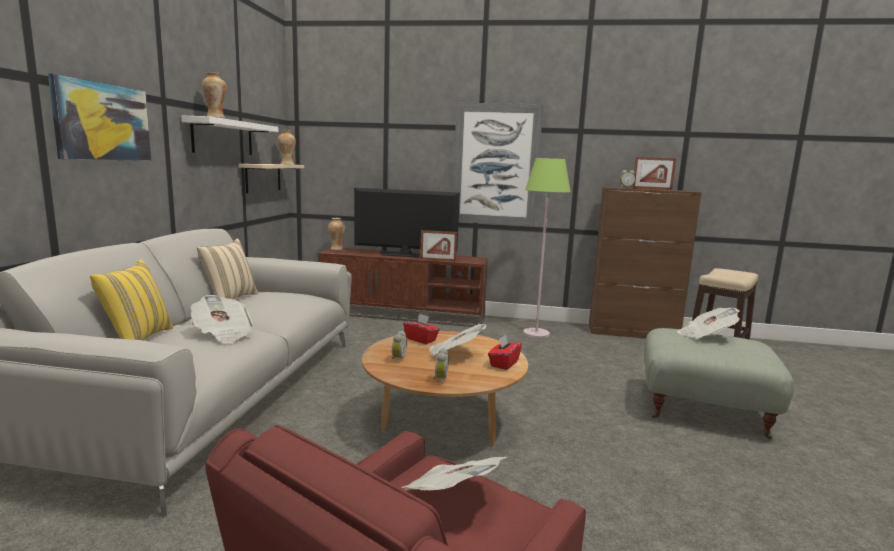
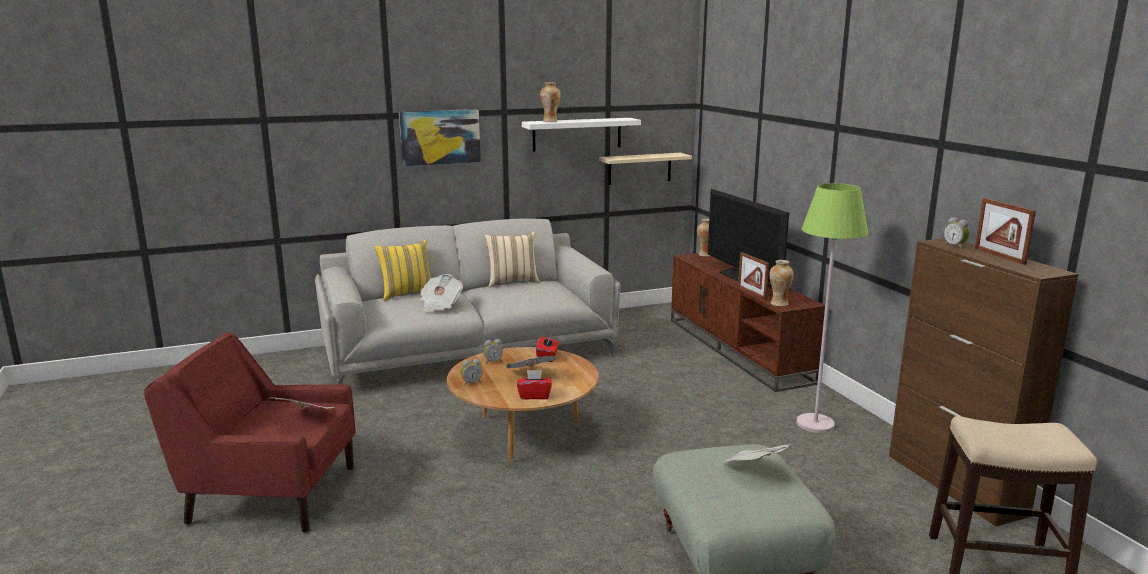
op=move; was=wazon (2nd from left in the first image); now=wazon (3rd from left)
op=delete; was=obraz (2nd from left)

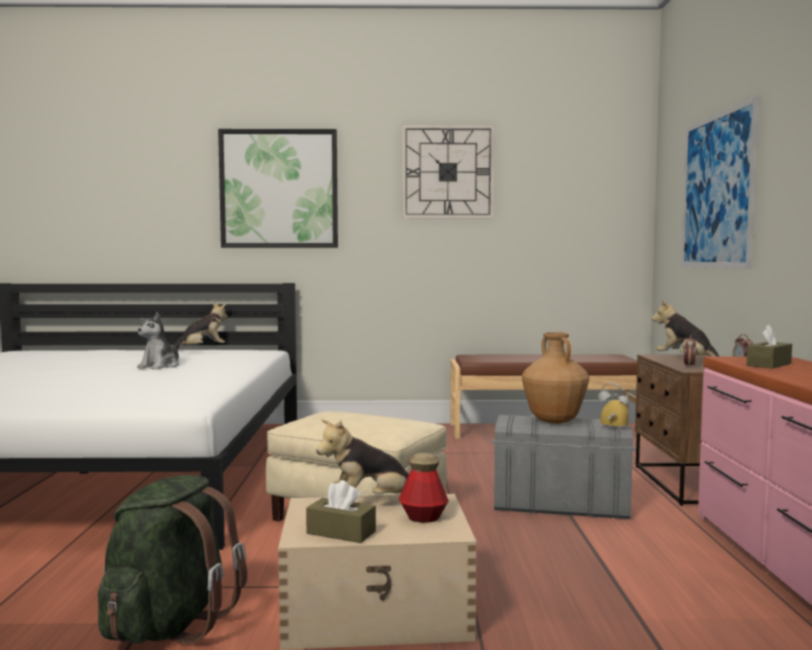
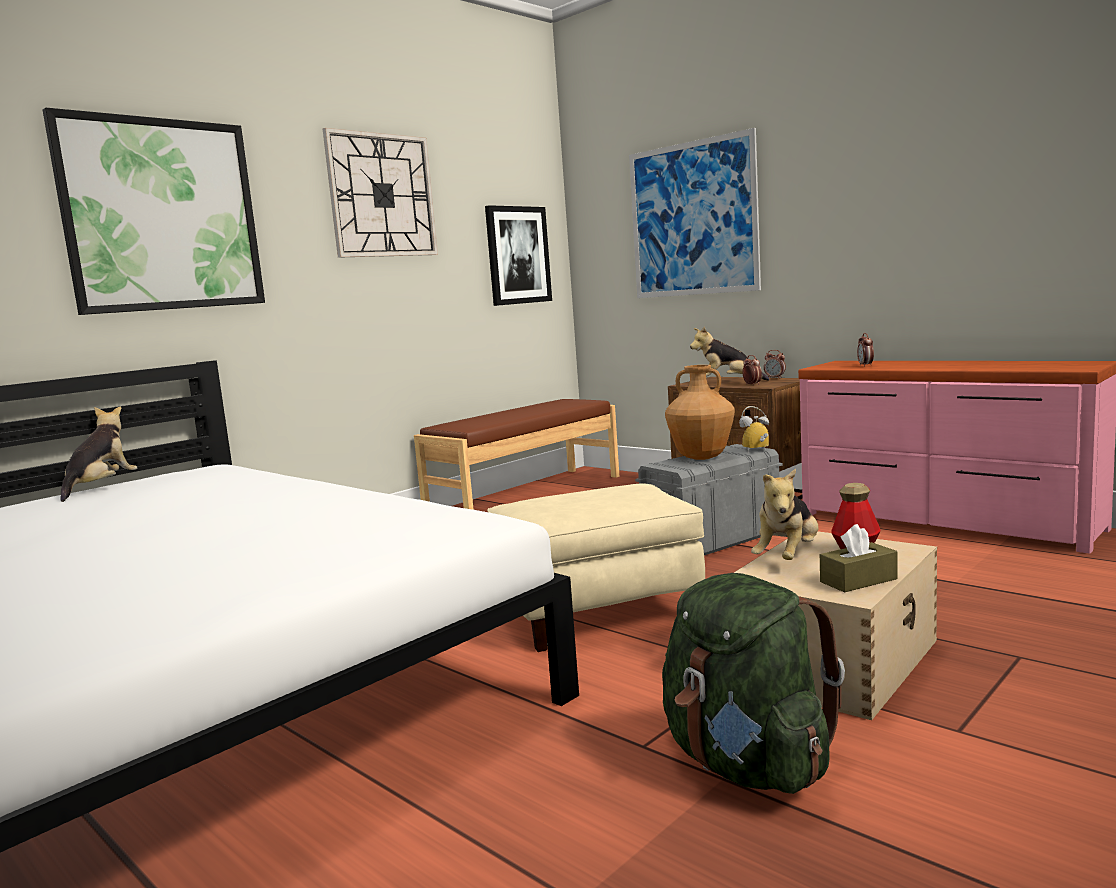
op=insert; now=obraz (2nd from left)
op=replace; was=pudełko chusteczek (brązowy) (2nd from left); now=budzik (4th from left)
op=delete; was=pluszak (1st from left)

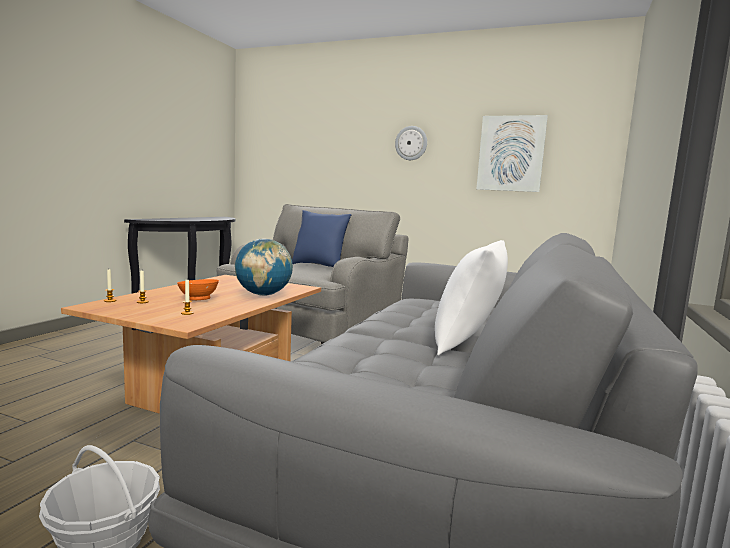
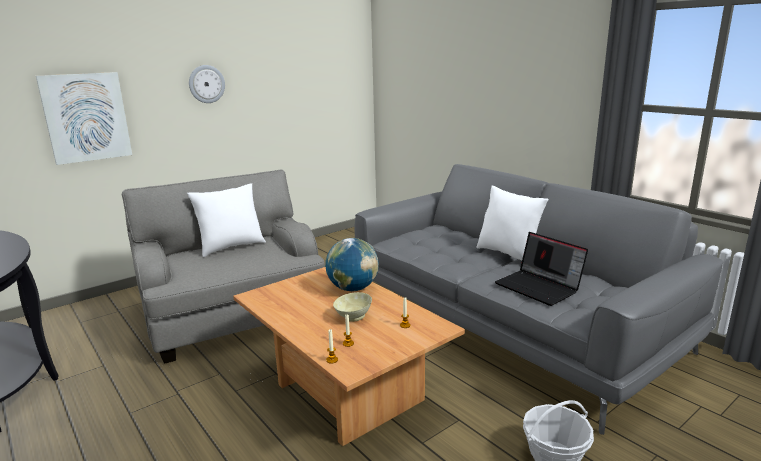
op=move; was=obraz
op=recolor; was=poduszka (niebieski); now=poduszka (biały) (1st from left)
op=recolor; was=miska (pomarańczowy); now=miska (beżowy)
op=insert; now=laptop

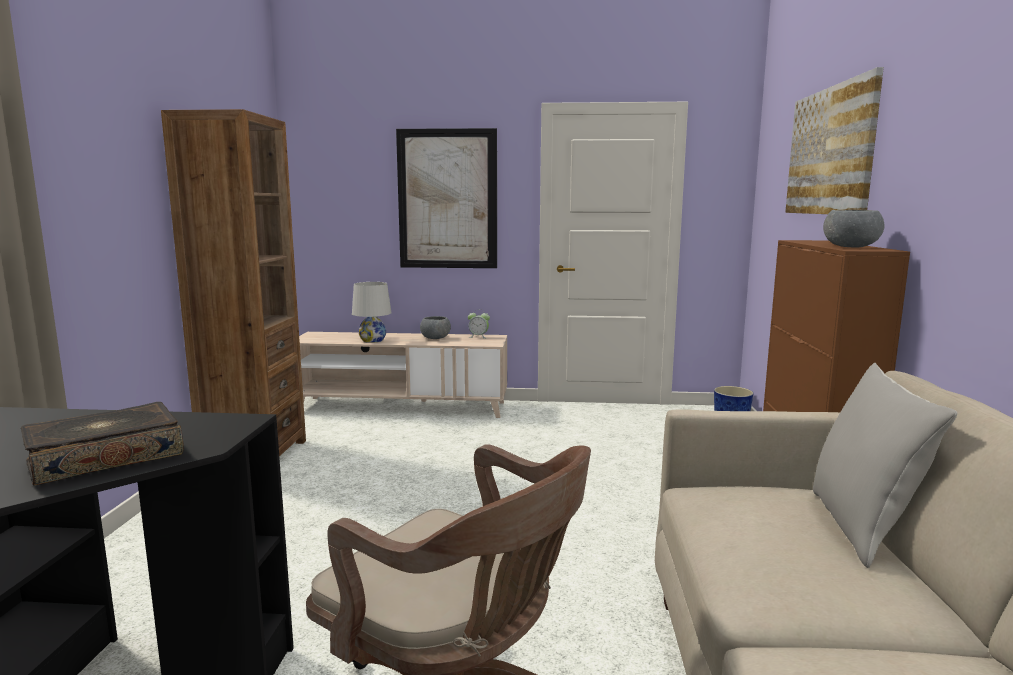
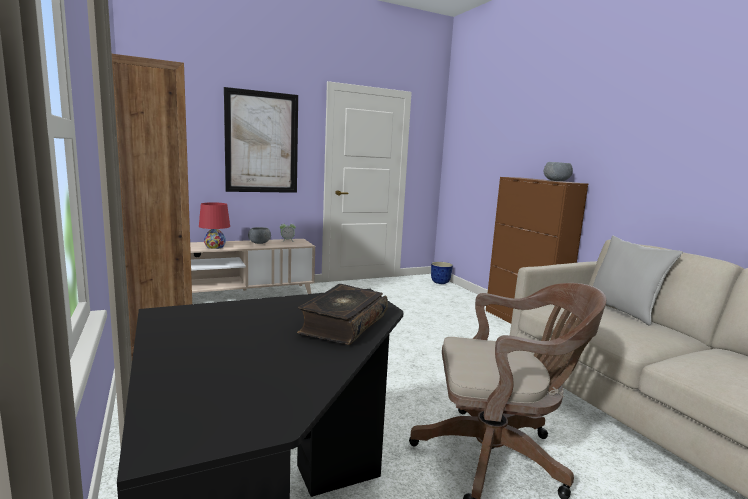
op=recolor; was=lampa stołowa (biały); now=lampa stołowa (czerwony)
op=delete; was=obraz (2nd from left)

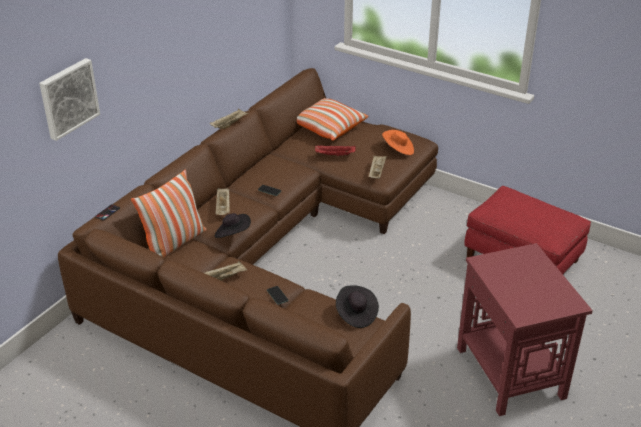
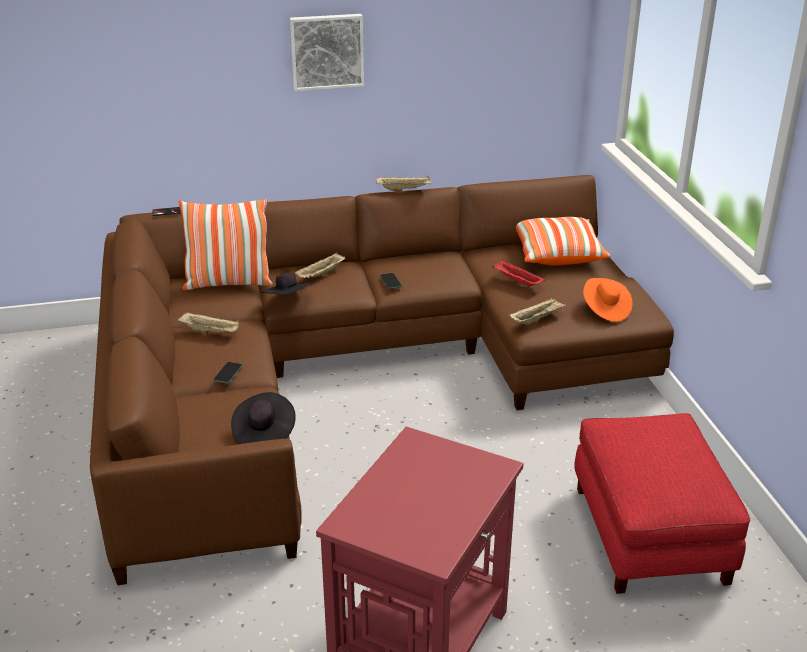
op=move; was=obraz

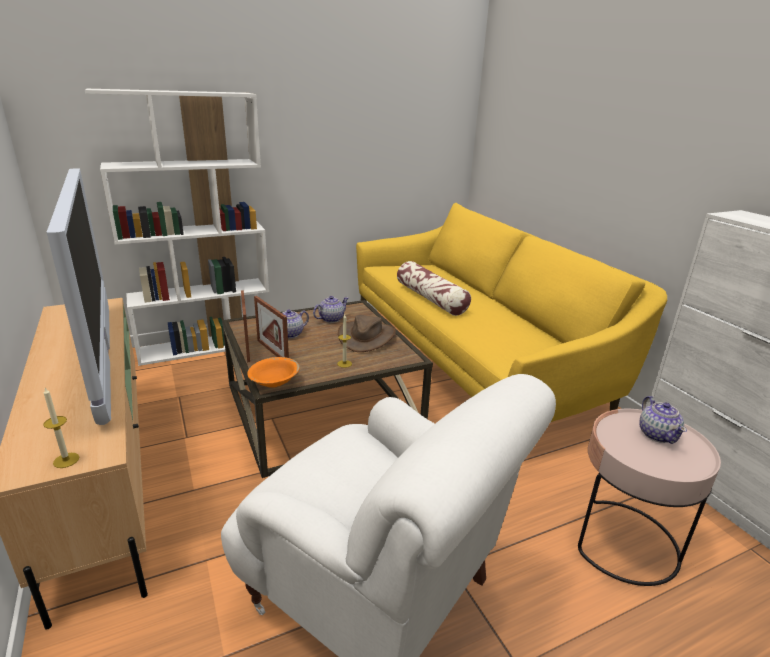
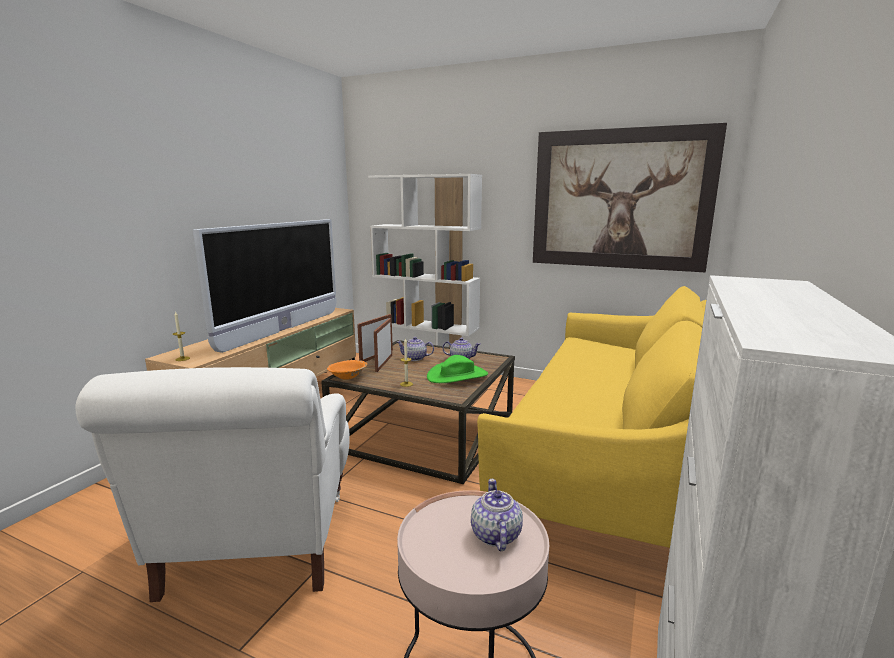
op=recolor; was=kapelusz (brązowy); now=kapelusz (zielony)
op=rotate; was=imbryk (3rd from left); clockwise=135
op=insert; now=obraz
op=delete; was=poduszka

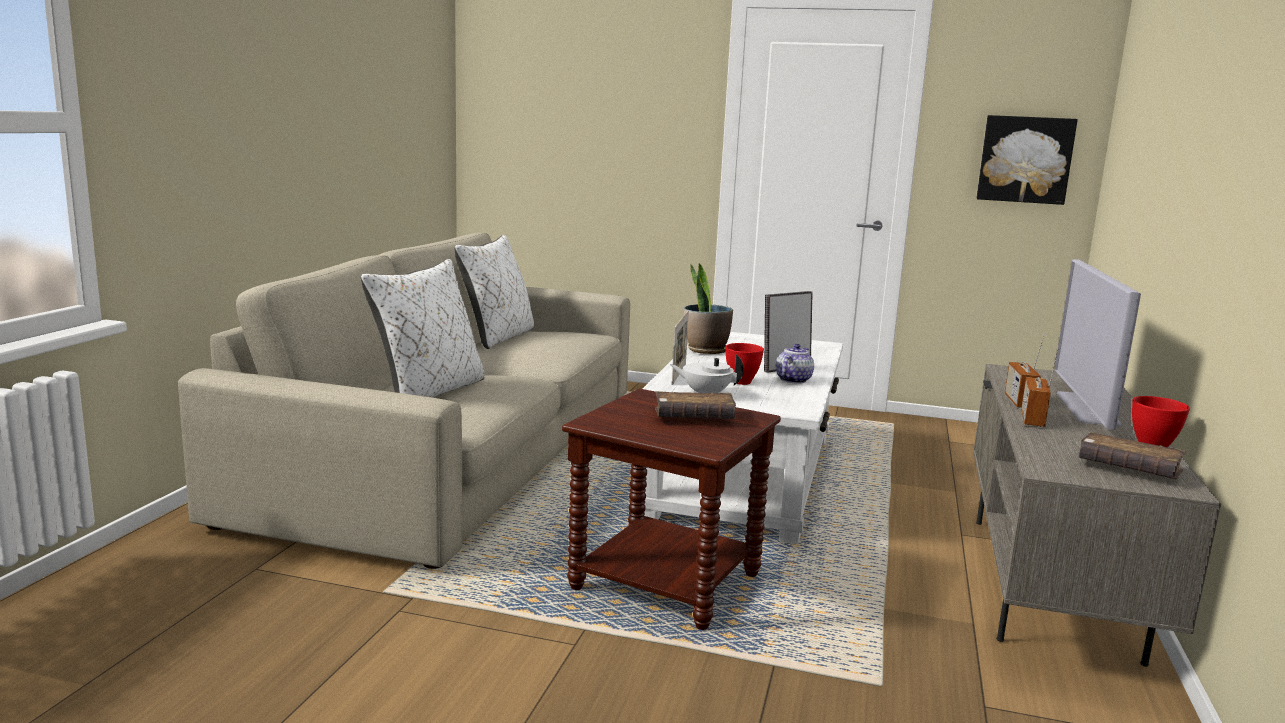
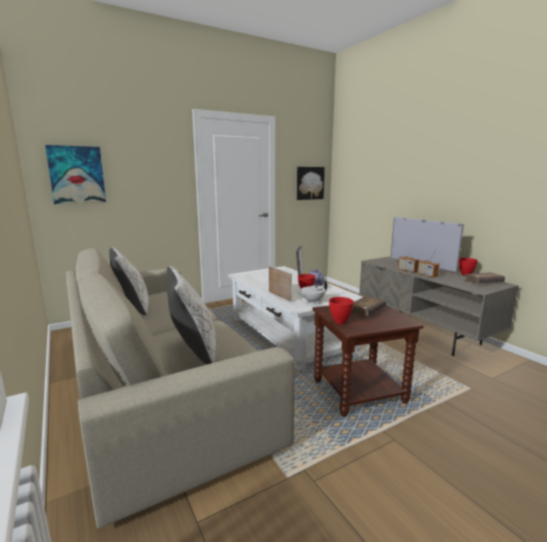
op=insert; now=obraz (1st from left)
op=insert; now=miska (czerwony) (2nd from left)
op=delete; was=roślina doniczkowa

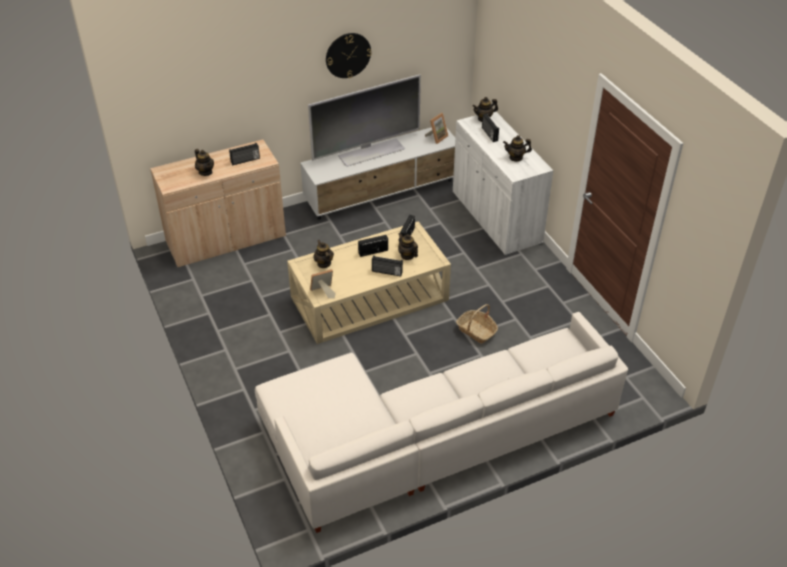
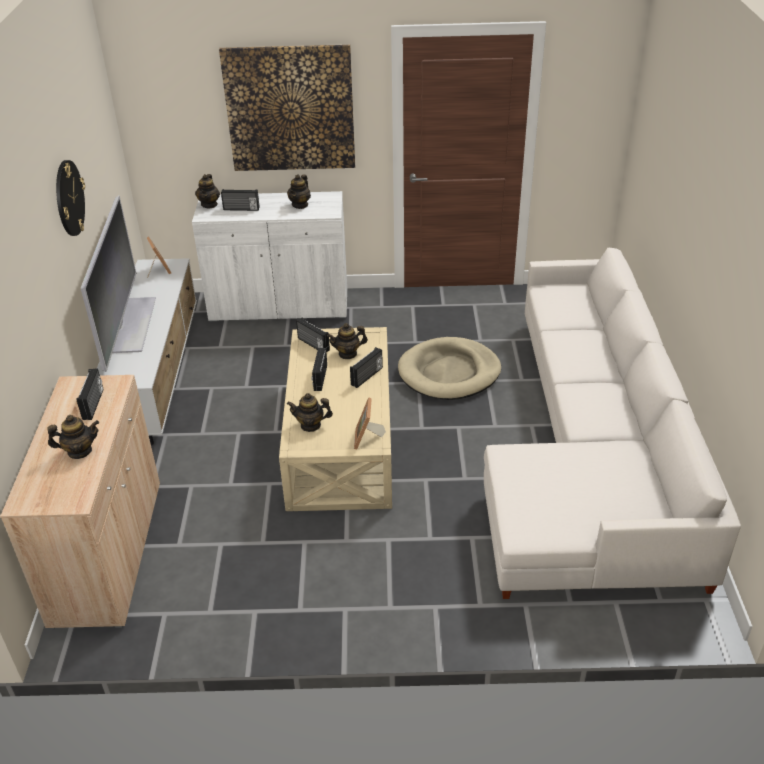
op=insert; now=obraz
op=replace; was=koszyk; now=legowisko (beżowy)

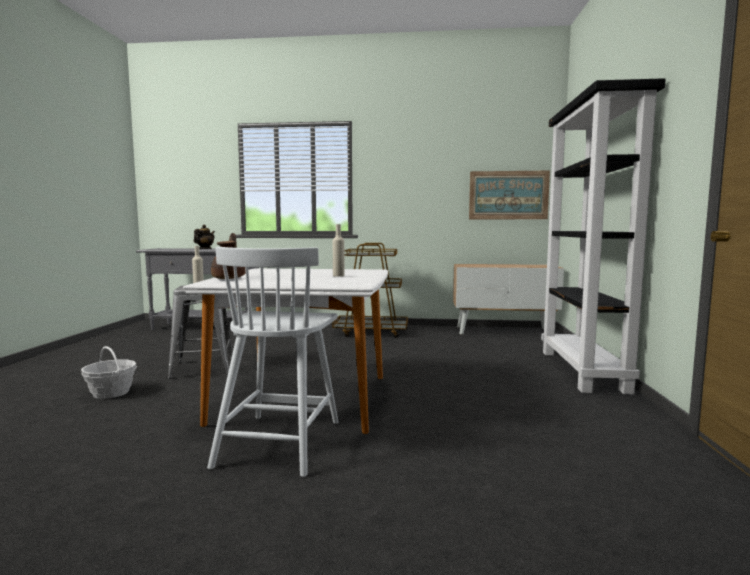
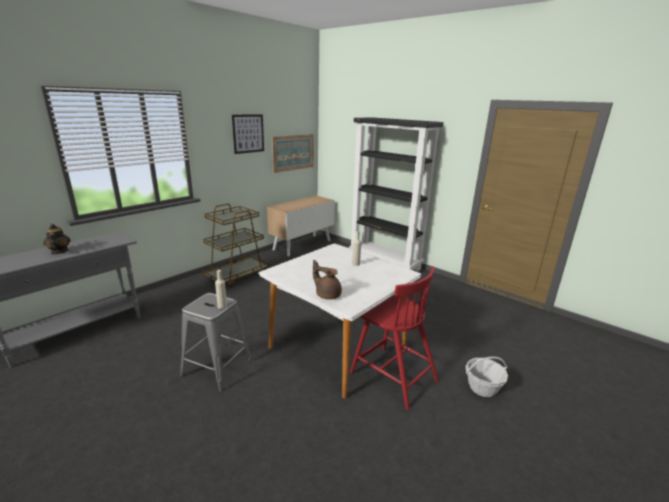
op=insert; now=obraz (1st from left)
op=recolor; was=krzesło (biały); now=krzesło (czerwony)
op=move; was=koszyk

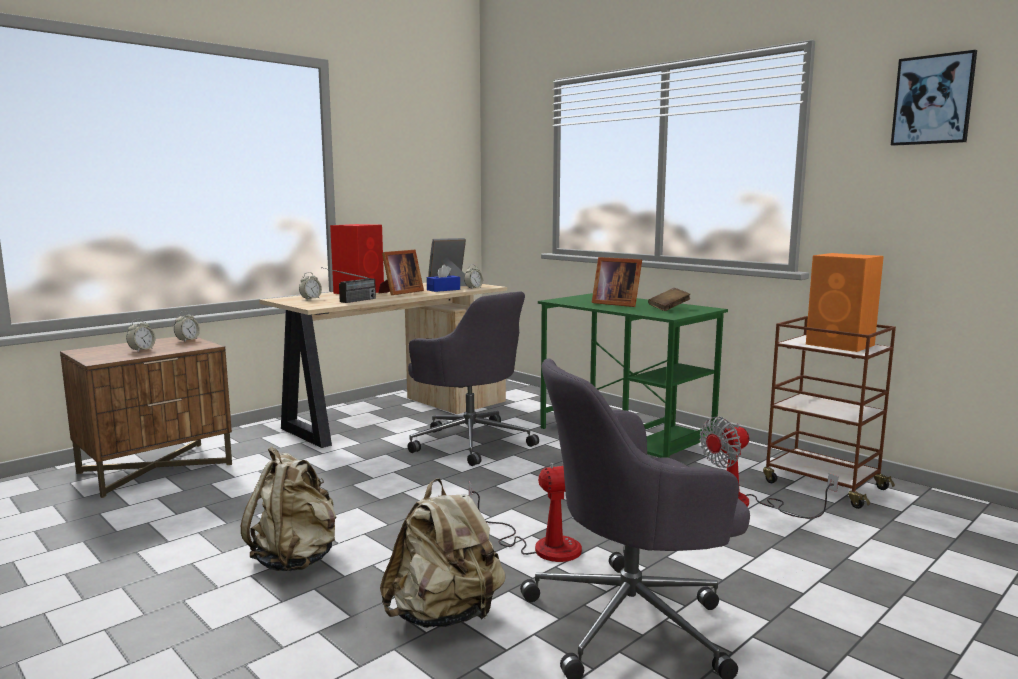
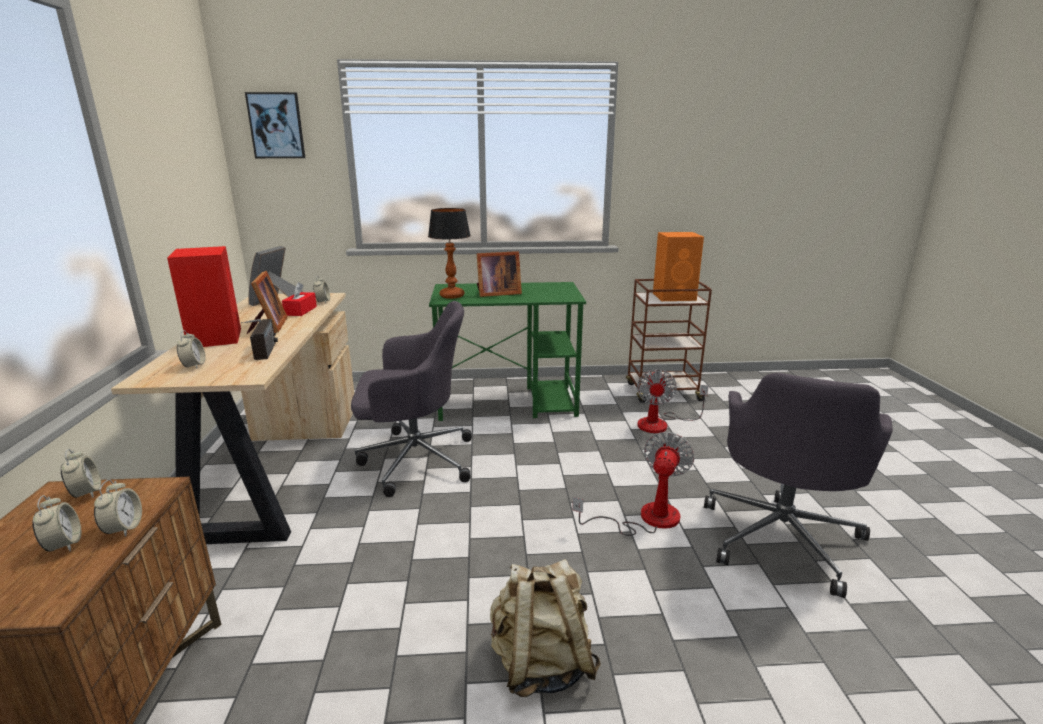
op=insert; now=budzik (3rd from left)
op=move; was=obraz
op=recolor; was=pudełko chusteczek (niebieski); now=pudełko chusteczek (czerwony)
op=insert; now=lampa stołowa
op=delete; was=plecak (beżowy) (2nd from left)
op=delete; was=książka (brązowy)

